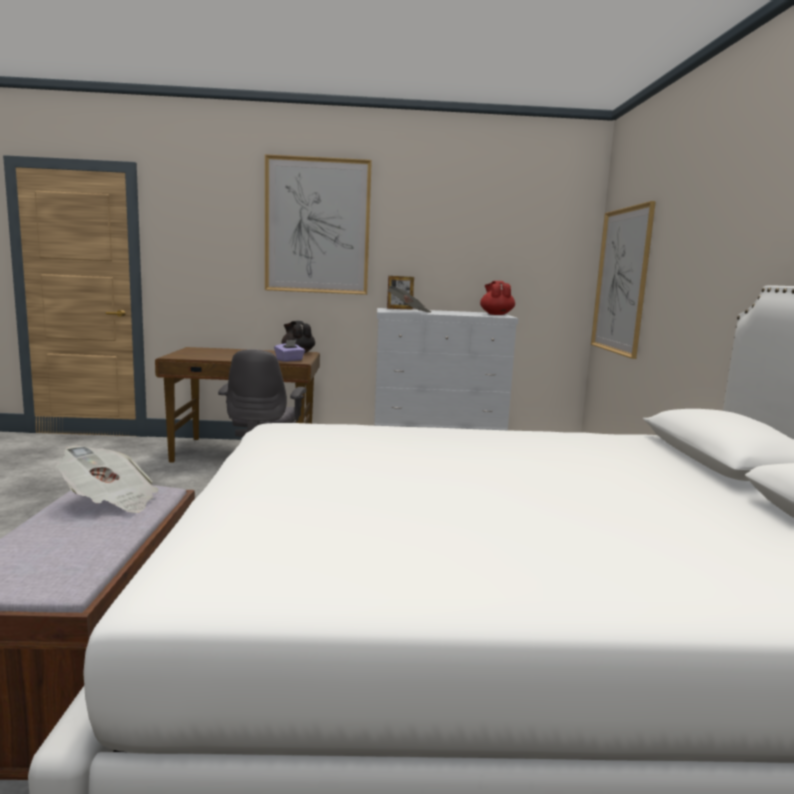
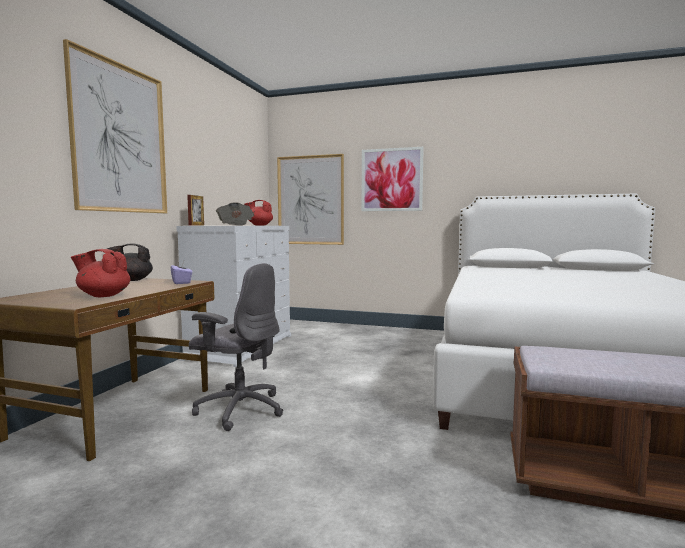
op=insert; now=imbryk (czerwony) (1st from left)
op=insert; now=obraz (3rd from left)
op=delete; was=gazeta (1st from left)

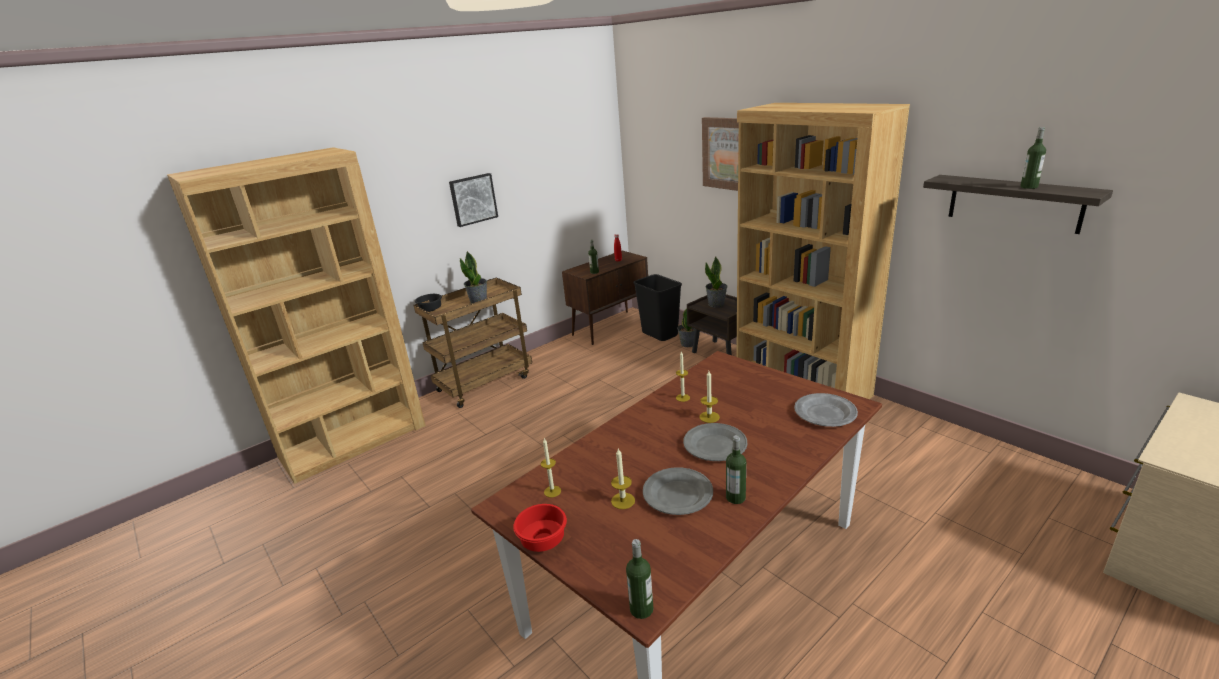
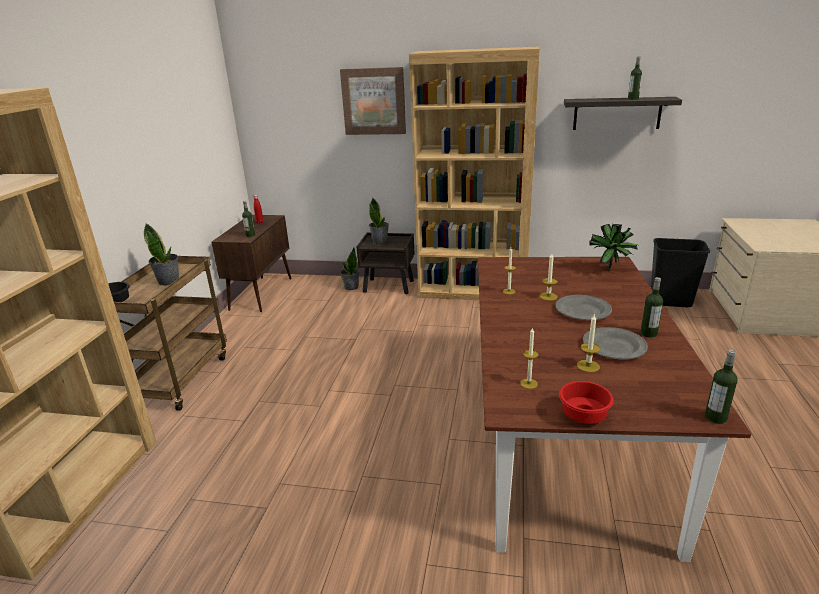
op=replace; was=talerz (szary) (3rd from left); now=roślina doniczkowa (4th from left)
op=move; was=kosz na śmieci (czarny)
op=delete; was=obraz (1st from left)

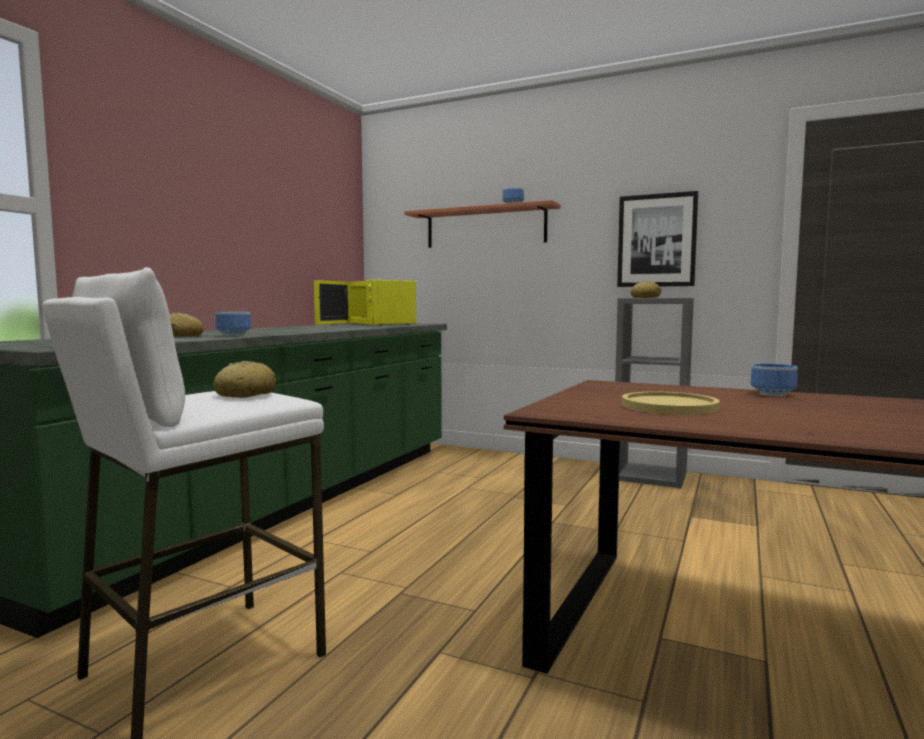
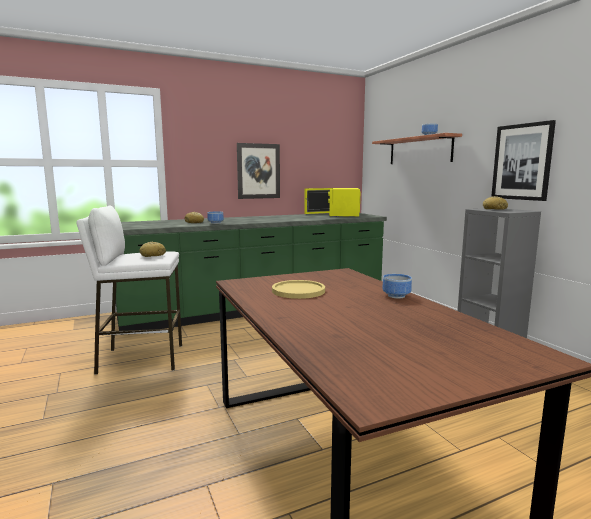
op=insert; now=obraz (1st from left)

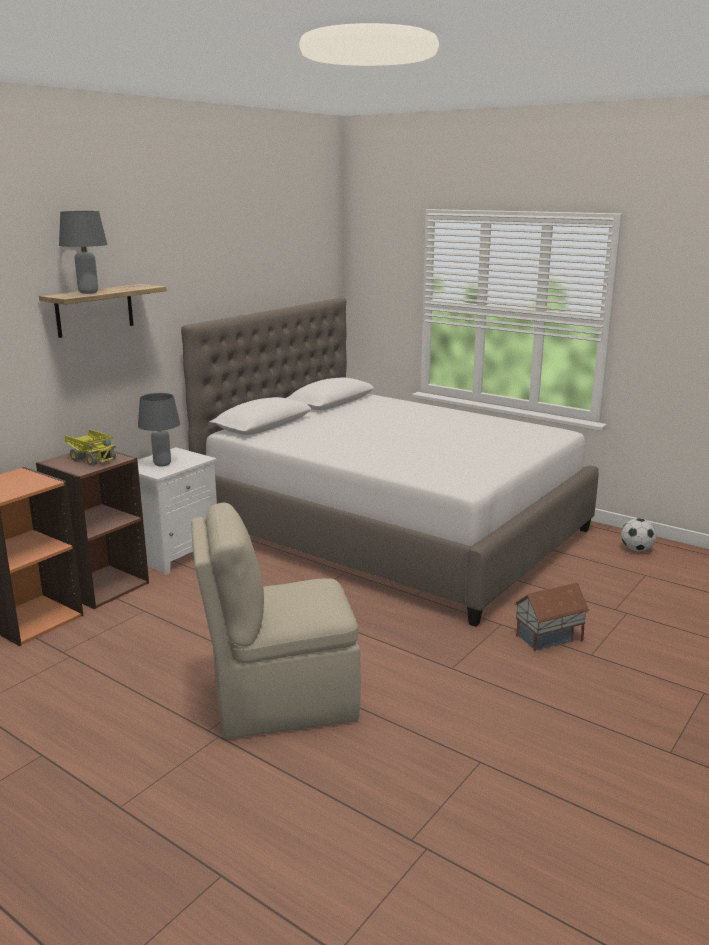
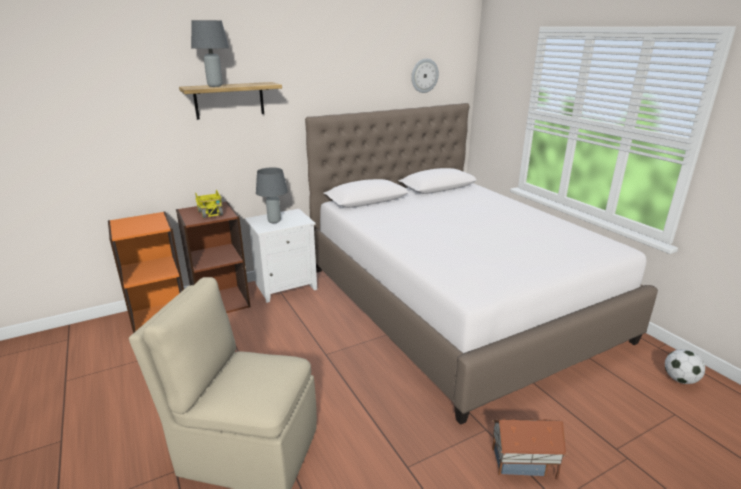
op=insert; now=zegar ścienny

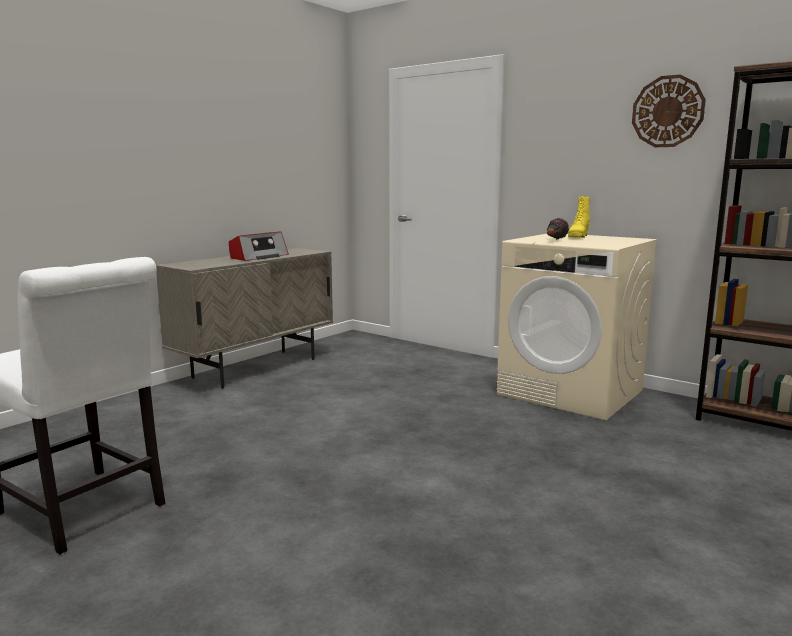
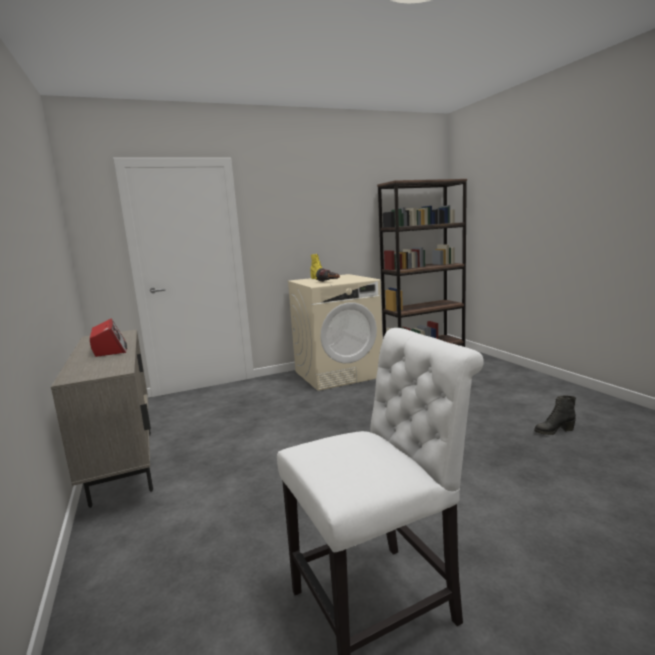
op=insert; now=but z cholewką (czarny)
op=delete; was=zegar ścienny

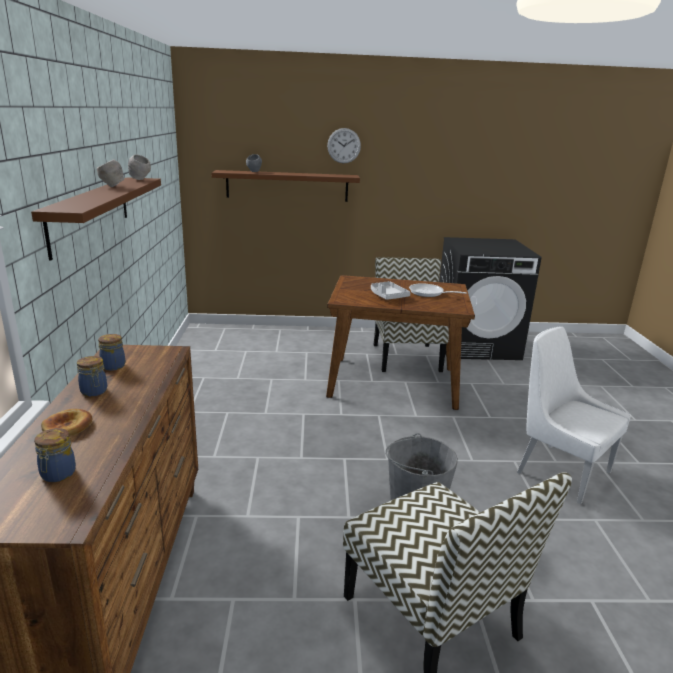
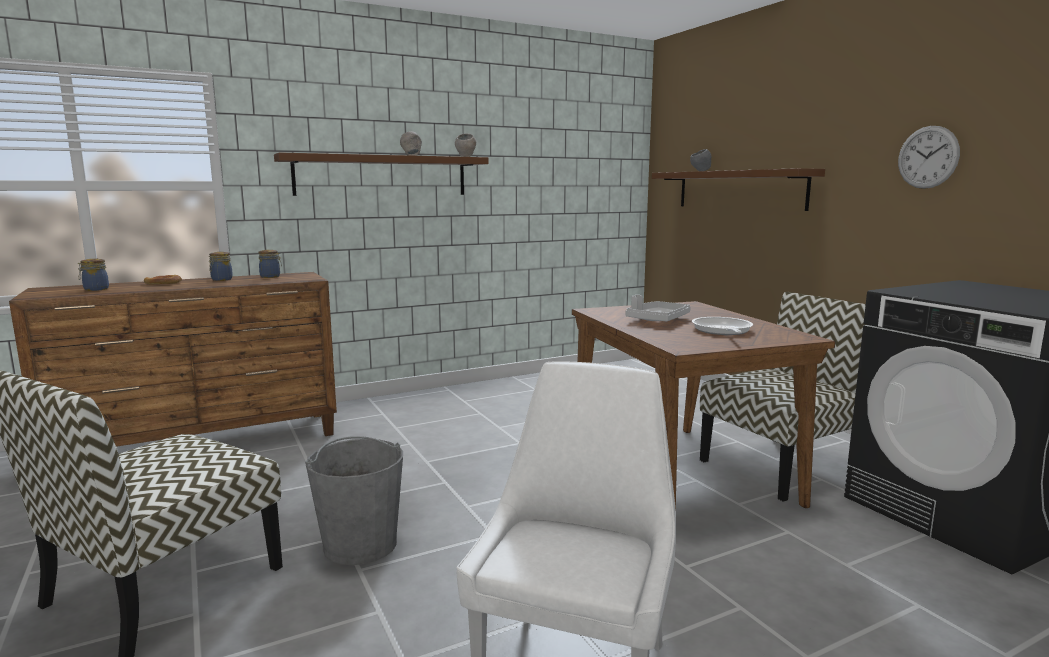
op=move; was=zegar ścienny

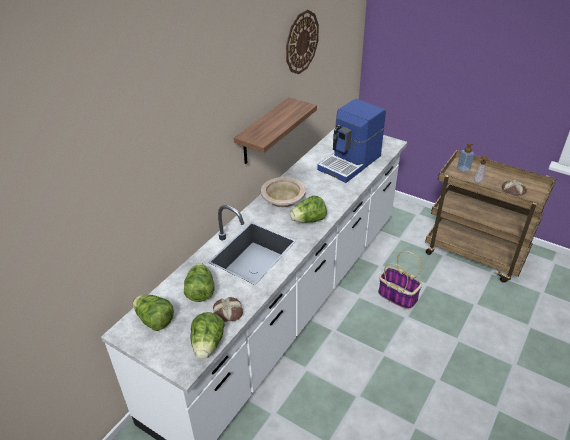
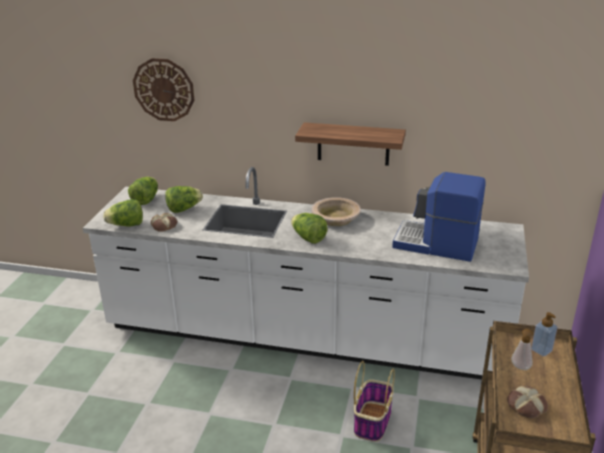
op=move; was=zegar ścienny

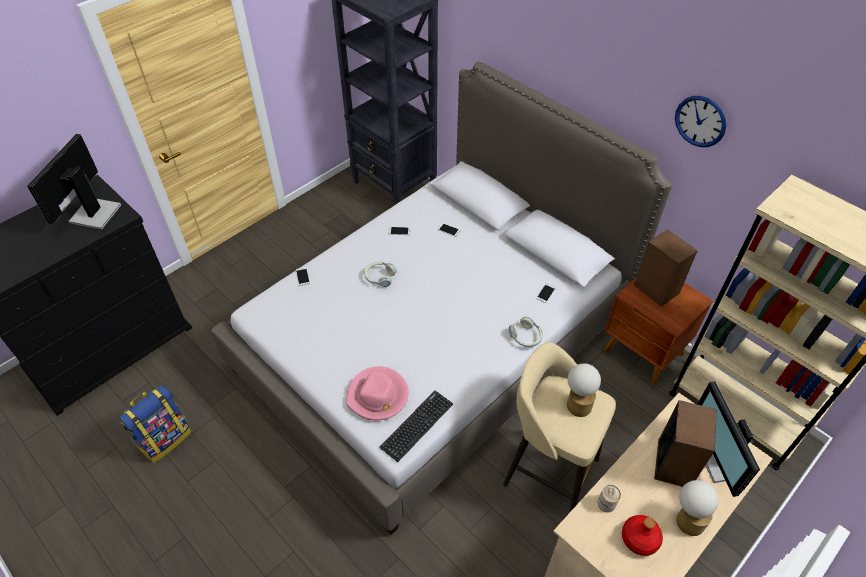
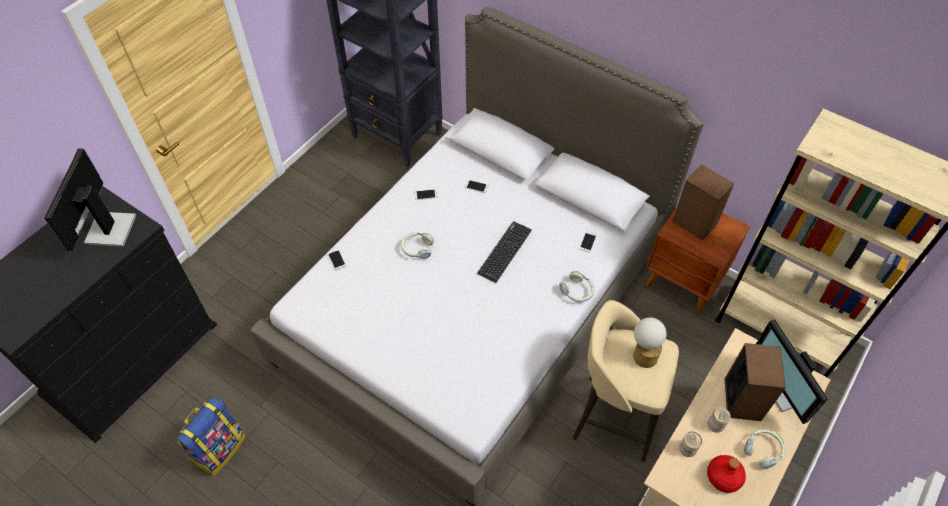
op=move; was=klawiatura
op=insert; now=puszka (2nd from left)
op=replace; was=lampa stołowa (2nd from left); now=słuchawki (3rd from left)
op=delete; was=kapelusz (różowy)
op=delete; was=zegar ścienny

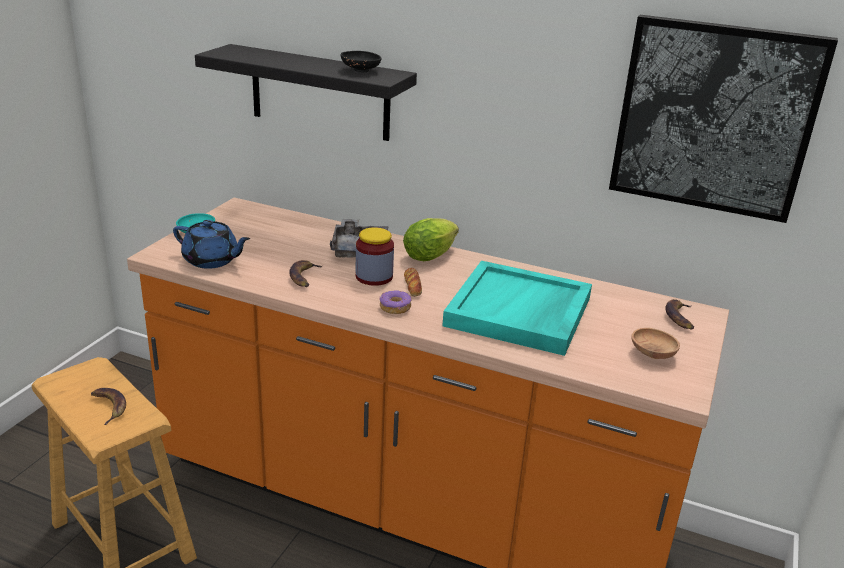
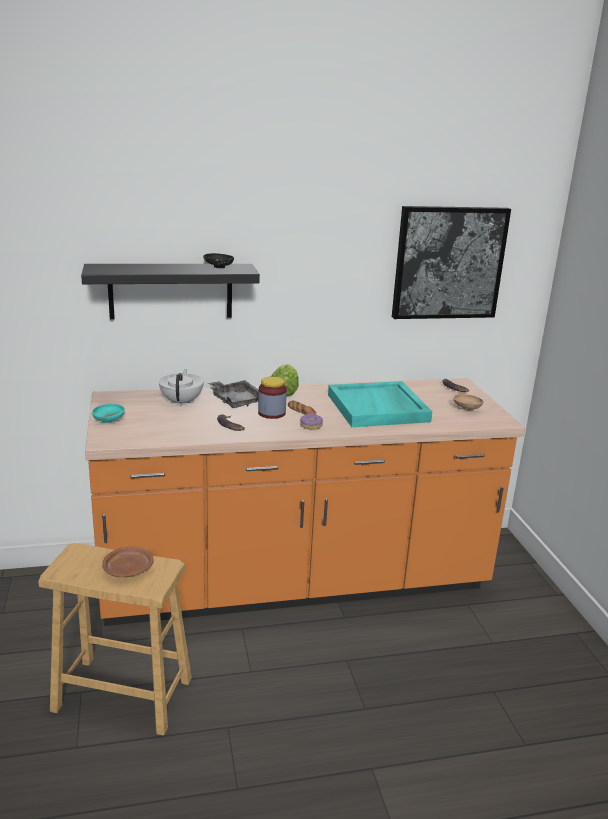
op=replace; was=banan (1st from left); now=talerz (brązowy)
op=insert; now=imbryk (biały)
op=delete; was=imbryk (niebieski)

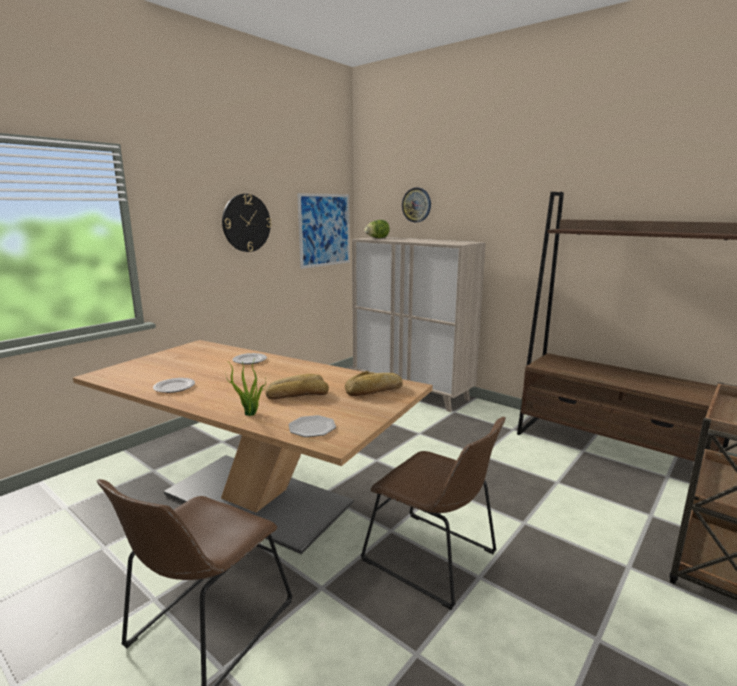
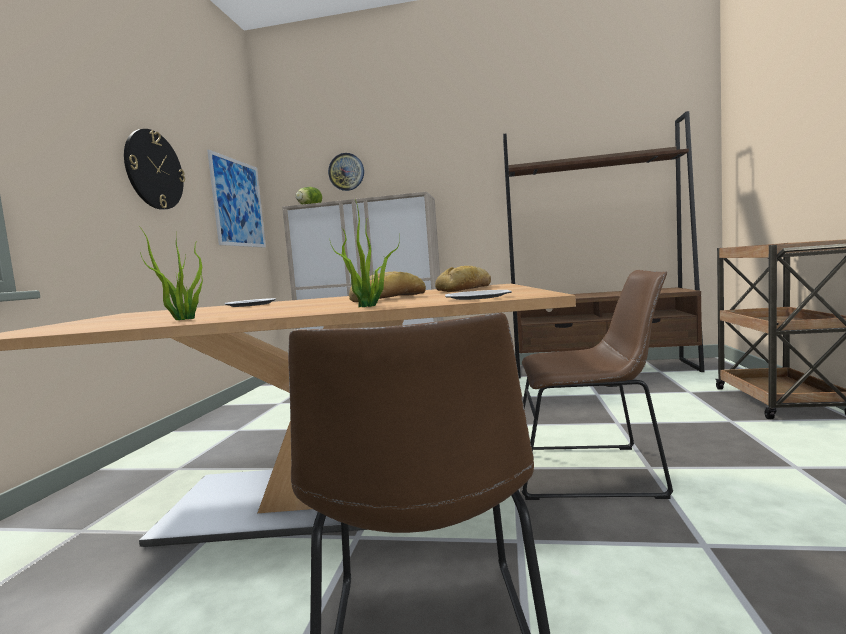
op=replace; was=talerz (1st from left); now=roślina doniczkowa (1st from left)

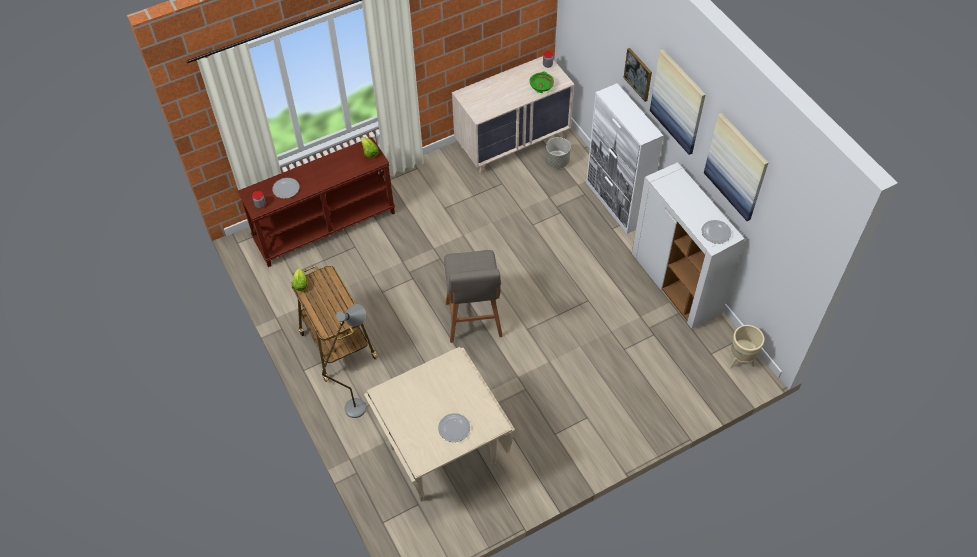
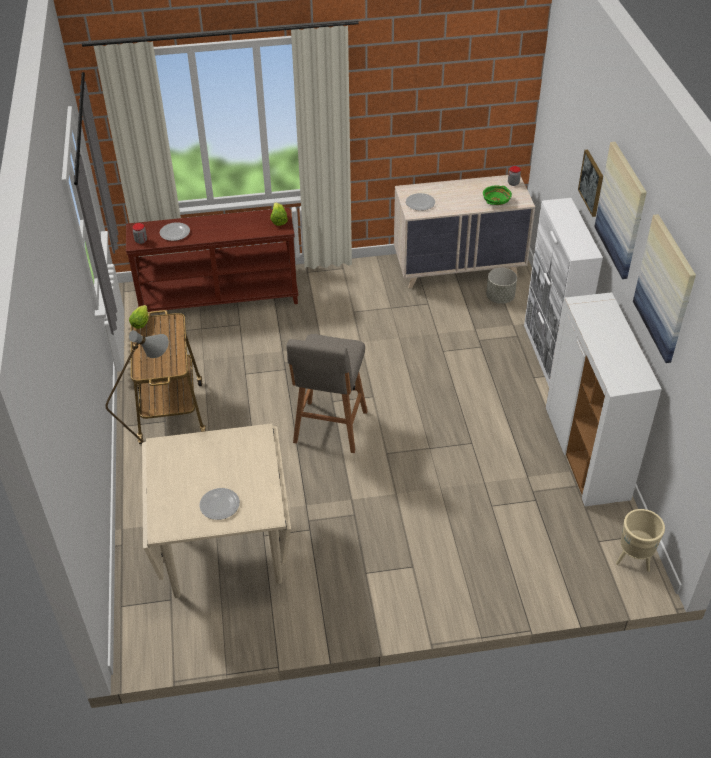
op=move; was=talerz (3rd from left)

